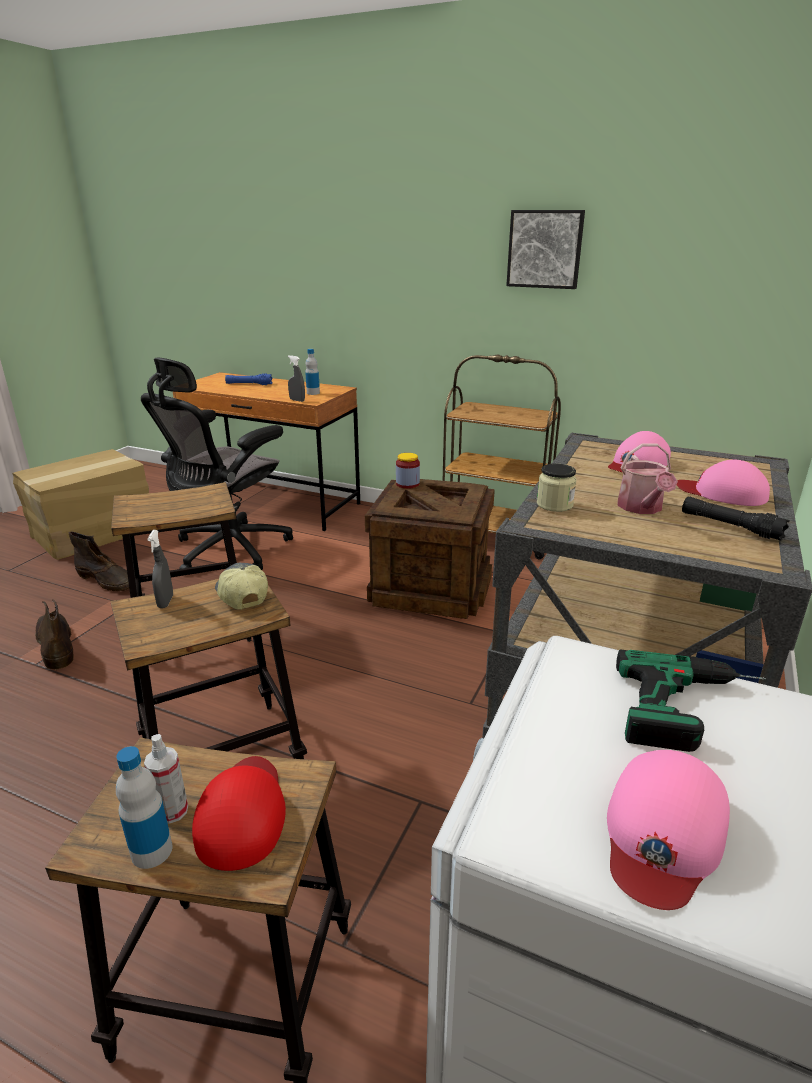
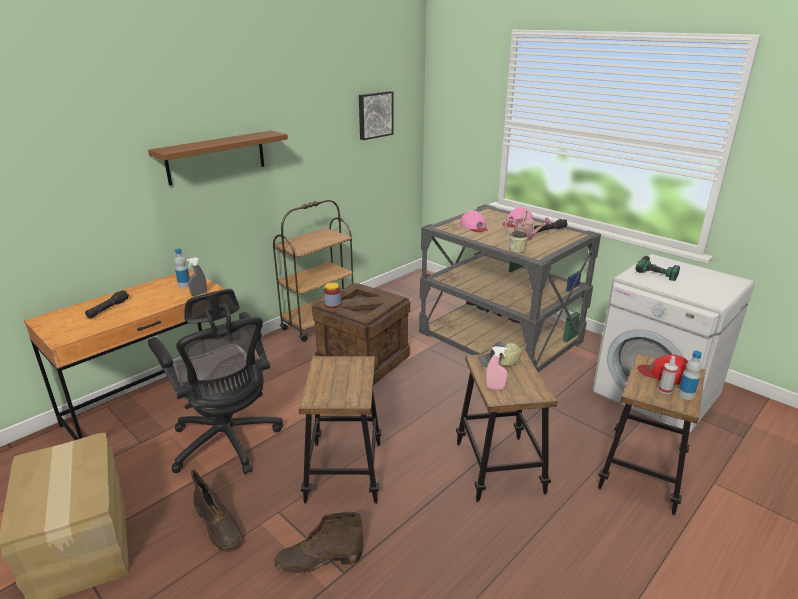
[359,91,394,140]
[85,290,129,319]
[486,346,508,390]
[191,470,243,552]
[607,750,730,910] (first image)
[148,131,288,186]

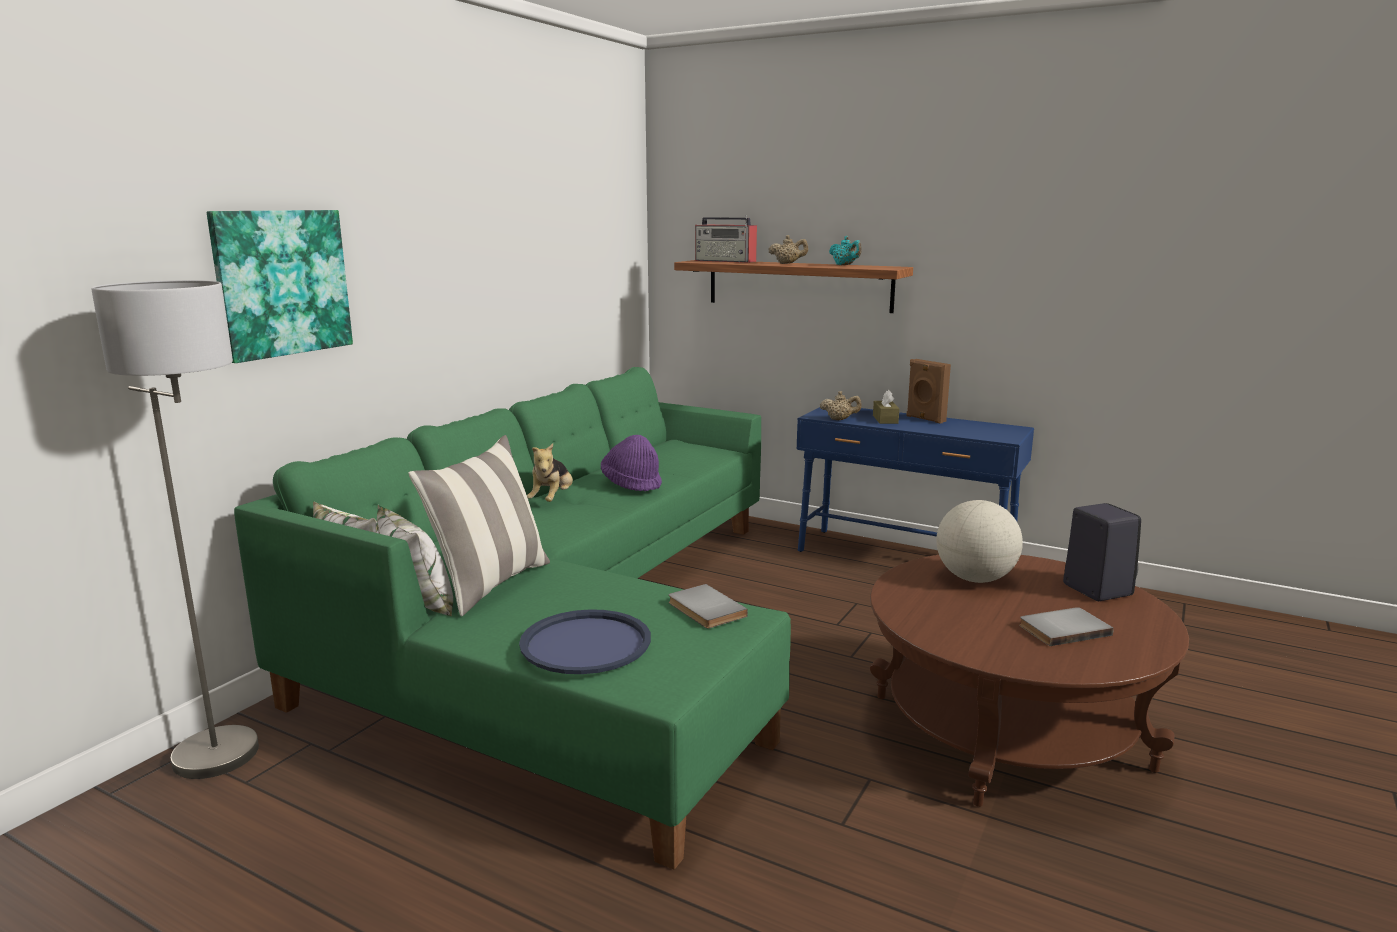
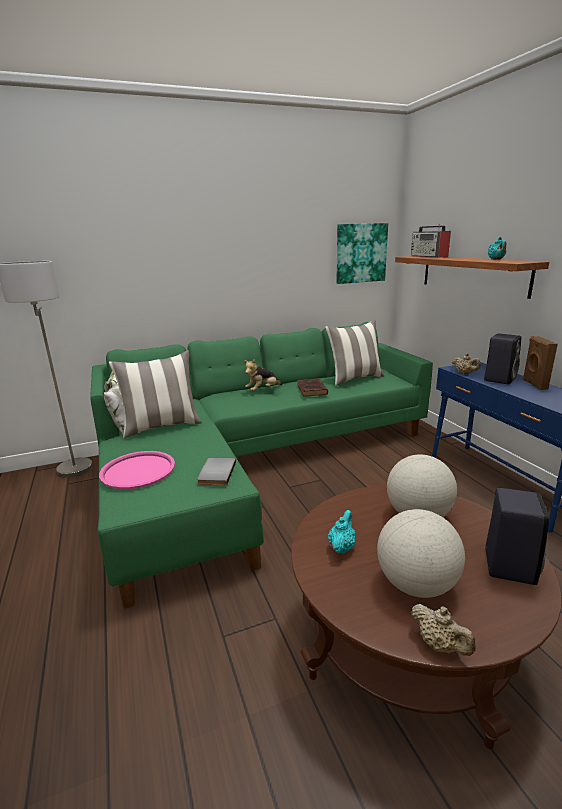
[336,223,388,284]
[411,604,476,656]
[484,333,521,385]
[297,378,328,397]
[377,509,465,598]
[99,451,175,489]
[325,319,384,386]
[328,510,356,554]

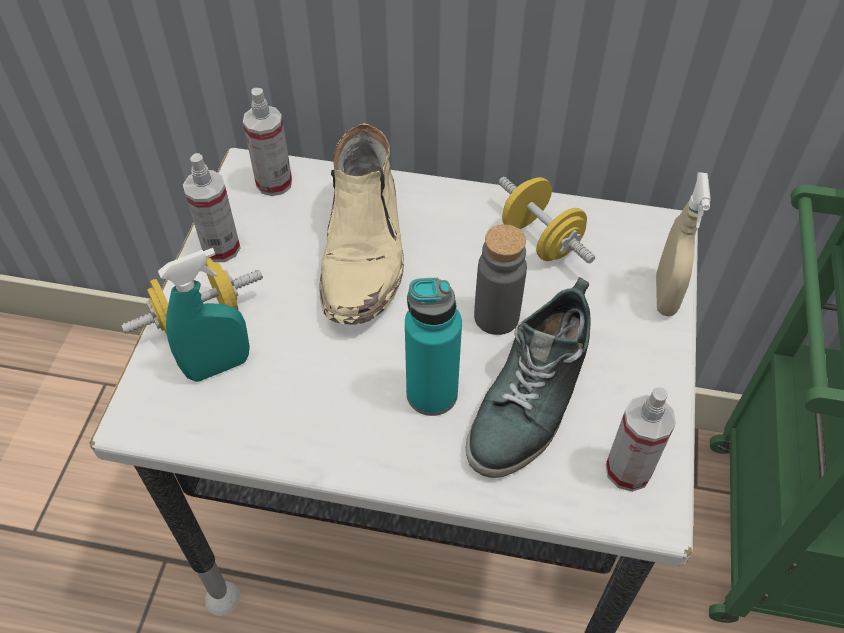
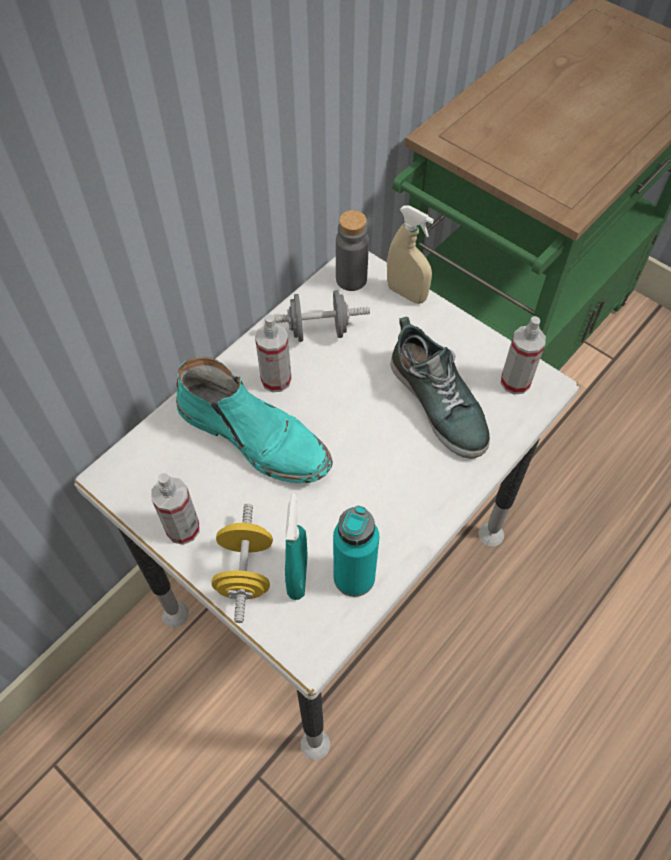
[255,314,292,392]
[176,357,333,483]
[274,290,370,342]
[336,210,369,291]
[333,506,379,597]

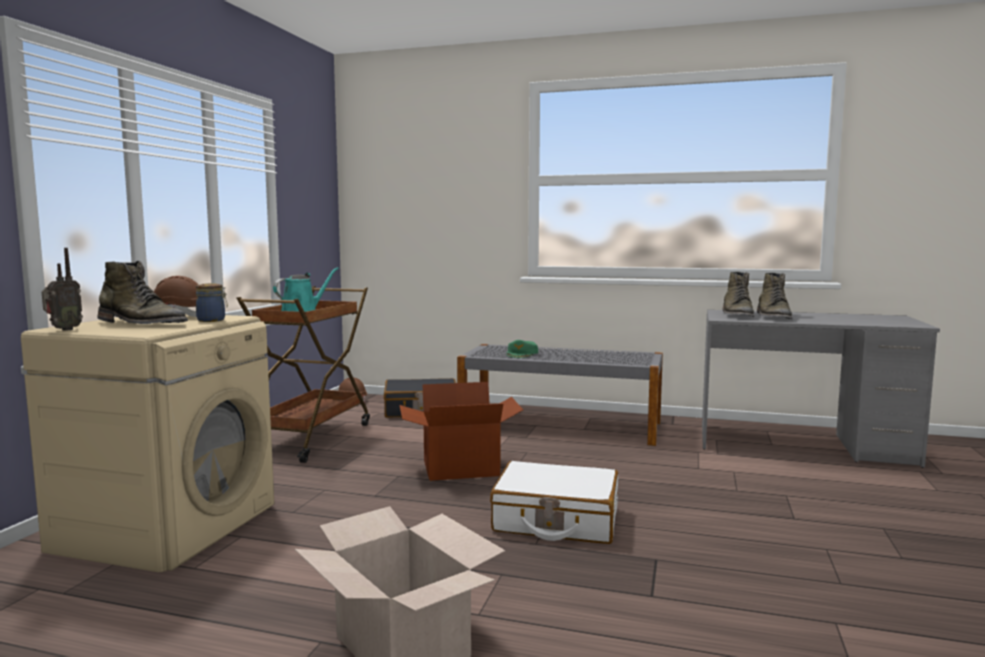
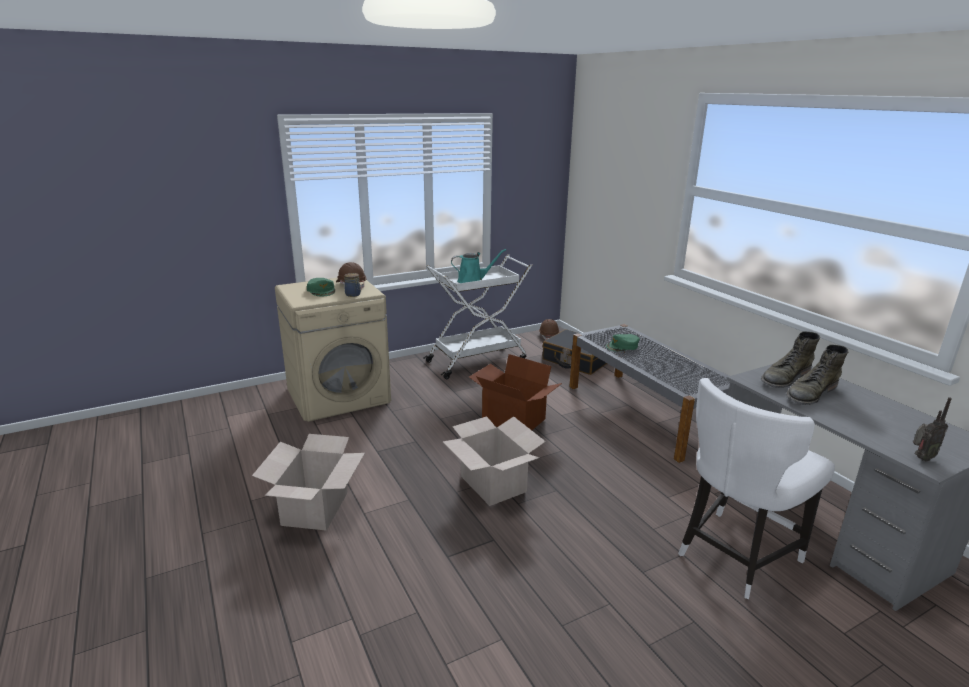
[913,397,952,462]
[307,278,335,297]
[423,254,532,379]
[443,416,546,506]
[678,378,835,599]

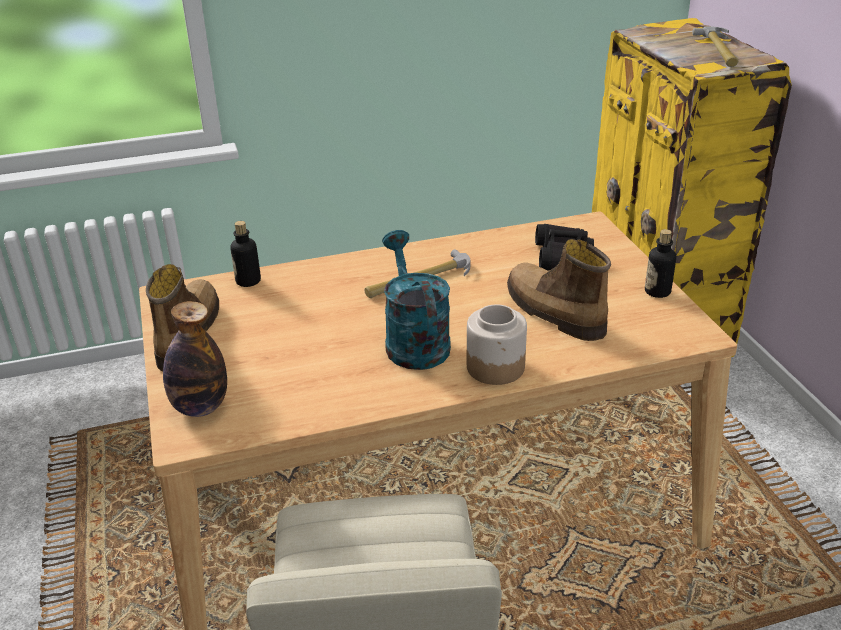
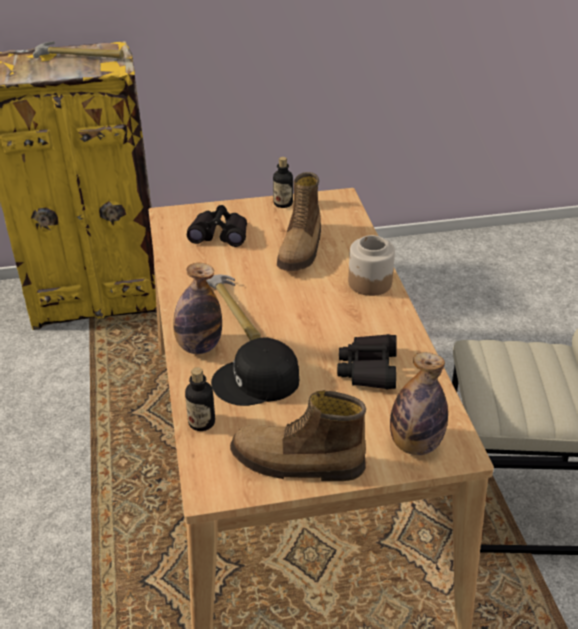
[382,230,451,370] (first image)
[277,172,321,271]
[173,263,222,354]
[337,334,397,389]
[211,337,299,406]

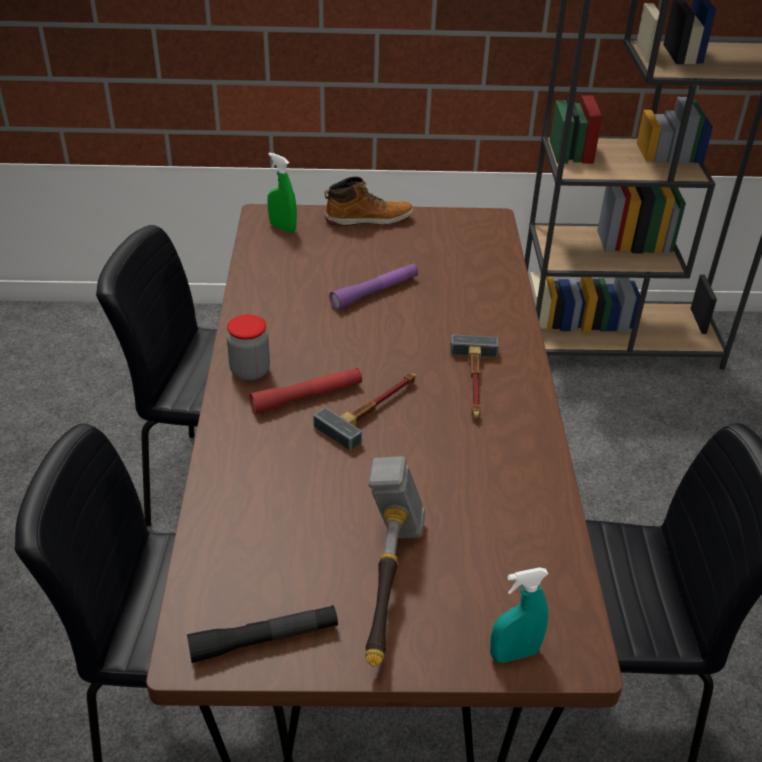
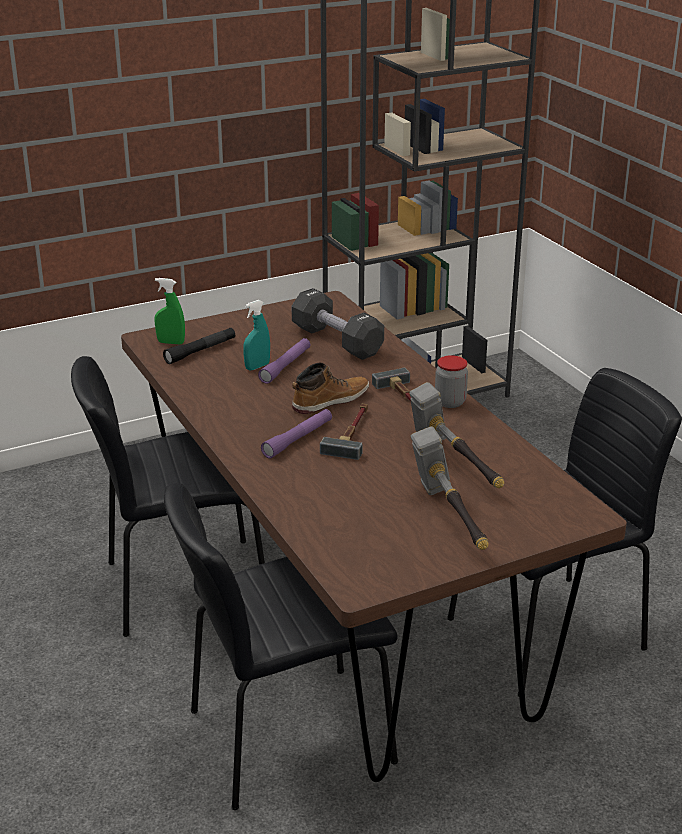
[292,362,369,414]
[435,355,468,408]
[261,409,332,458]
[243,300,270,371]
[163,328,235,364]
[291,288,384,360]
[409,382,504,488]

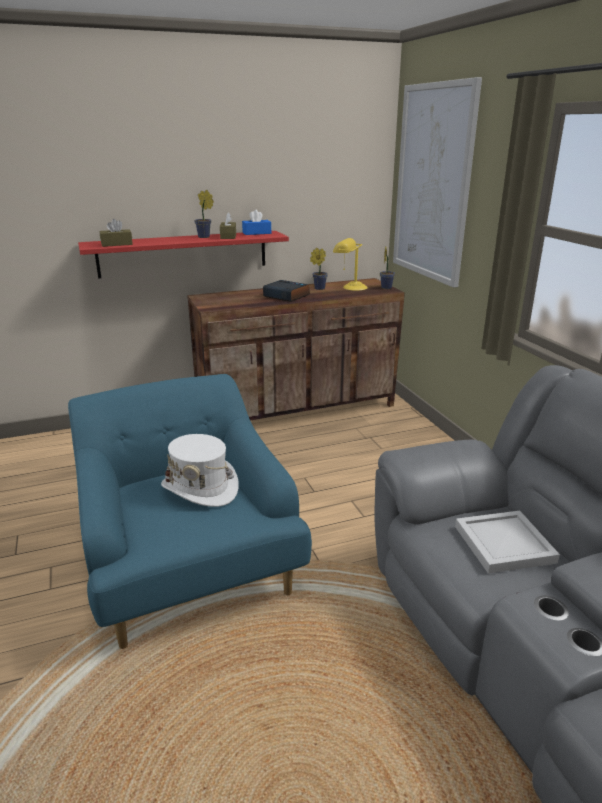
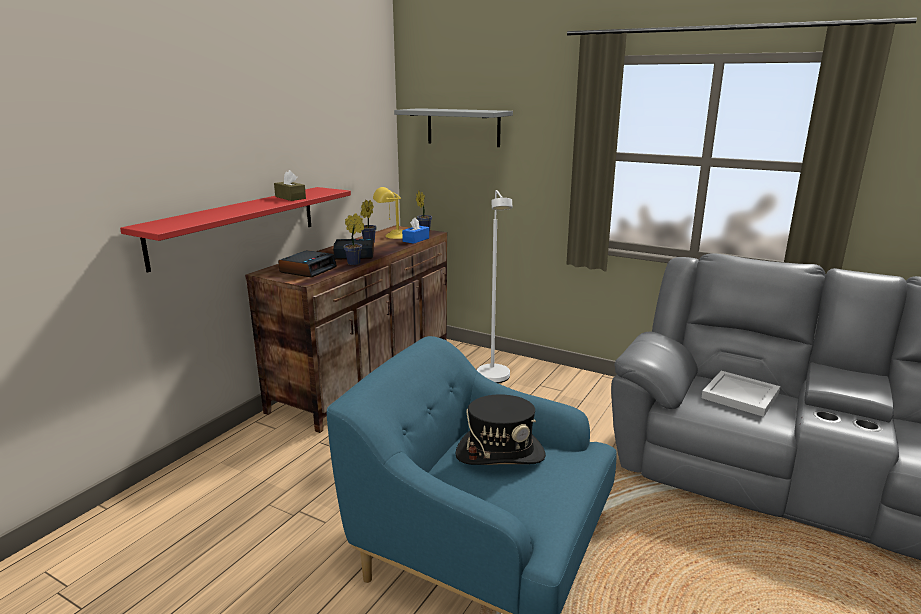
[394,108,513,147]
[344,213,364,265]
[402,218,429,244]
[100,219,133,247] (first image)
[455,394,546,465]
[477,190,512,383]
[278,250,337,278]

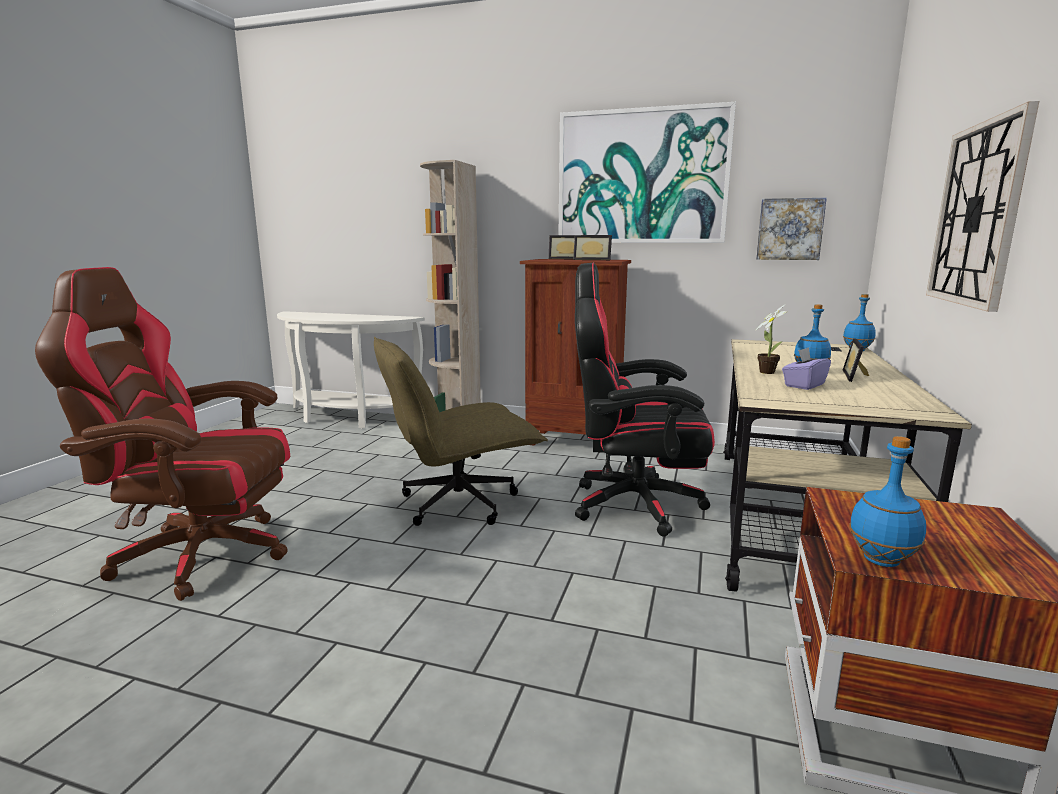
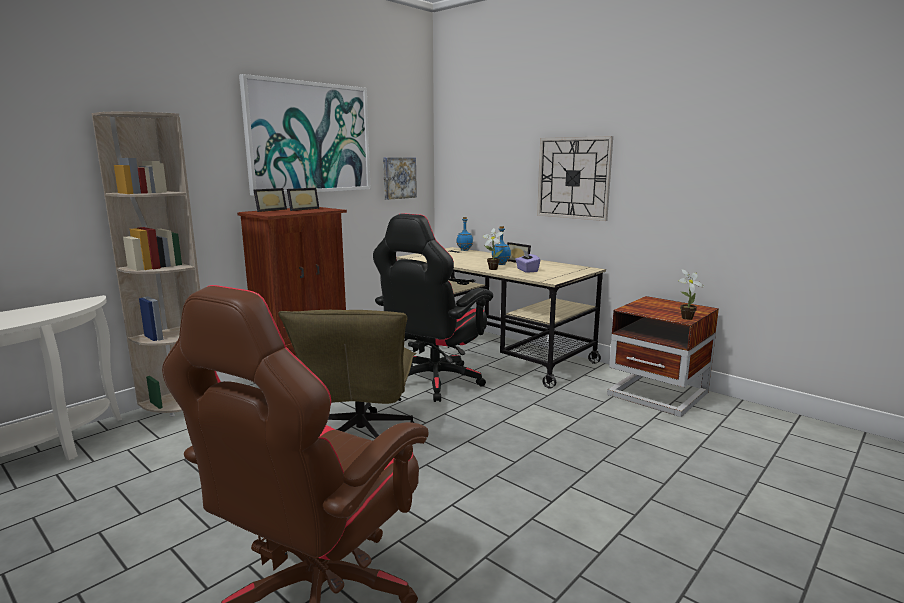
[679,269,704,320]

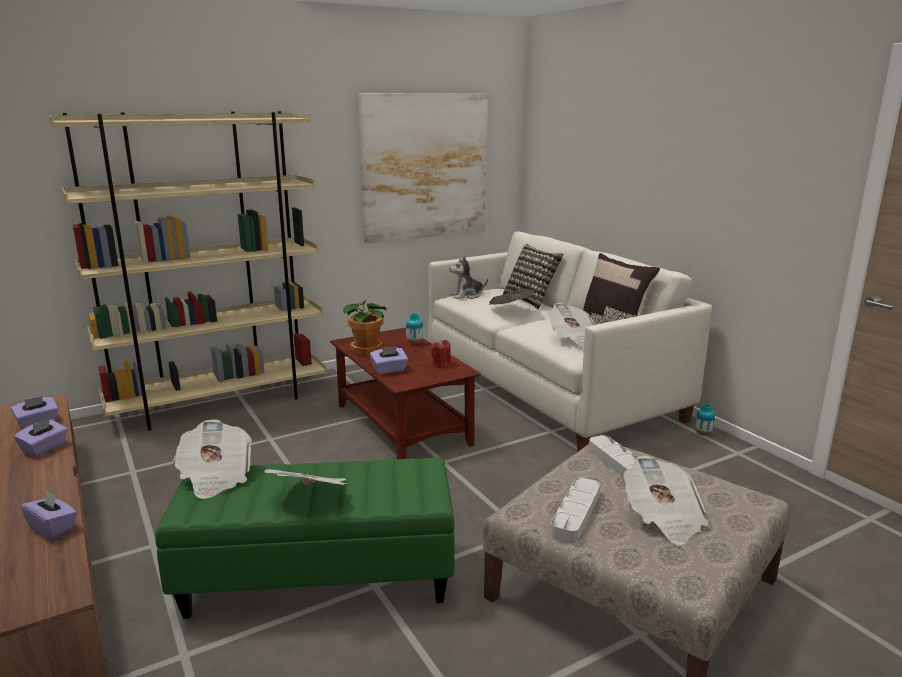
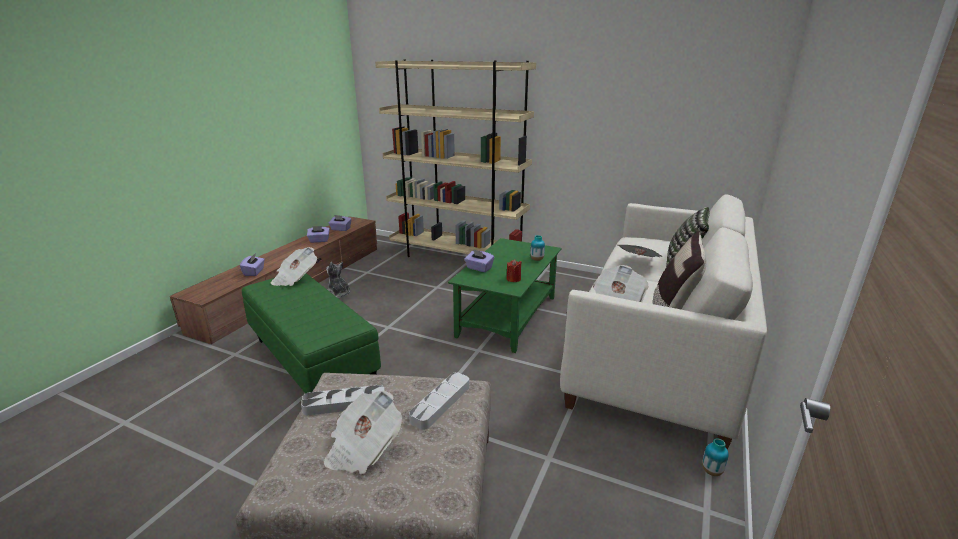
[358,93,487,243] (first image)
[326,262,351,299]
[343,300,386,356] (first image)
[448,238,561,353]
[264,469,347,485] (first image)

